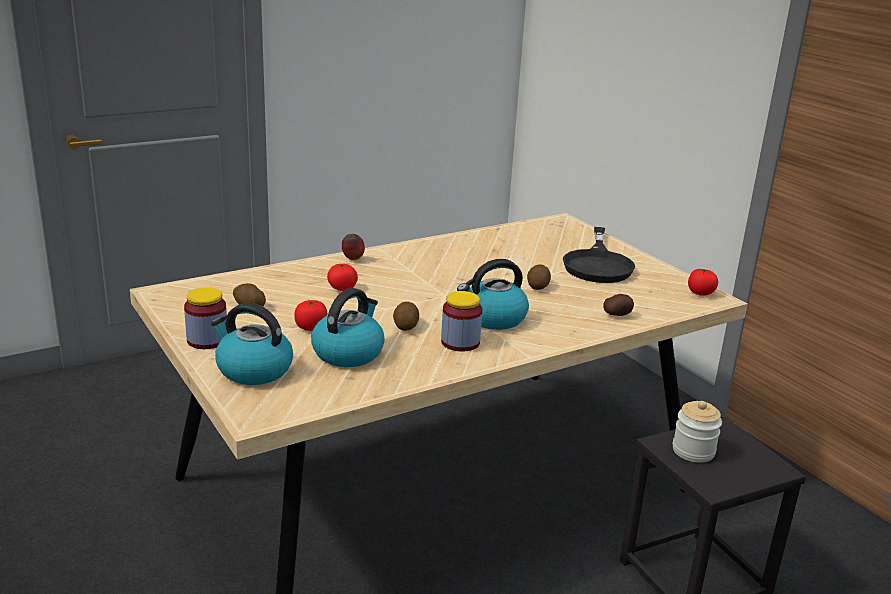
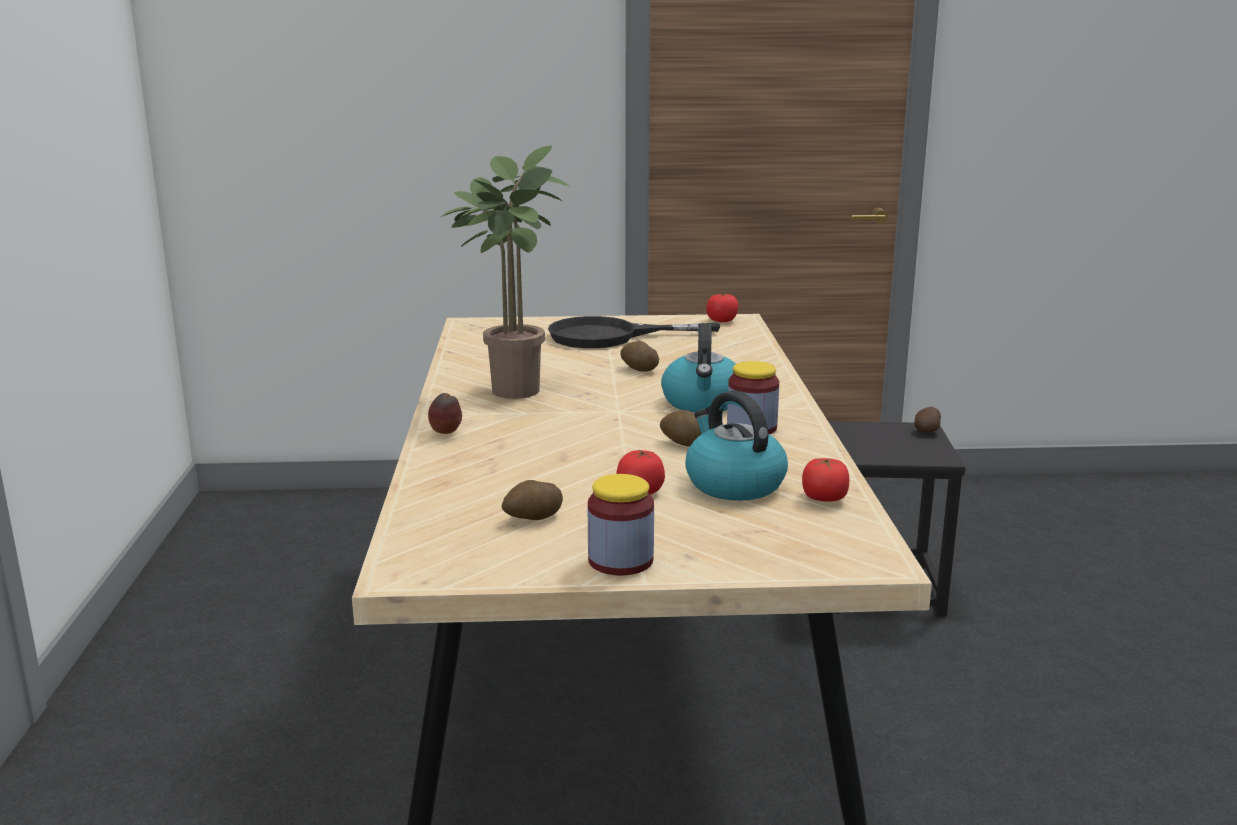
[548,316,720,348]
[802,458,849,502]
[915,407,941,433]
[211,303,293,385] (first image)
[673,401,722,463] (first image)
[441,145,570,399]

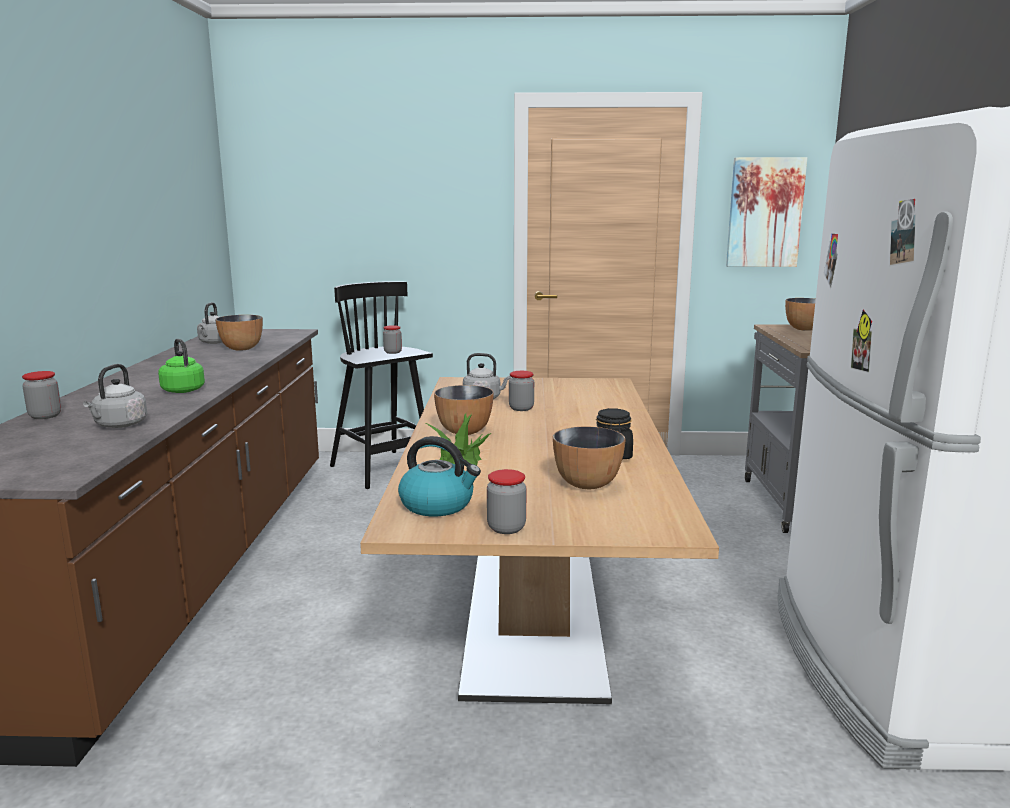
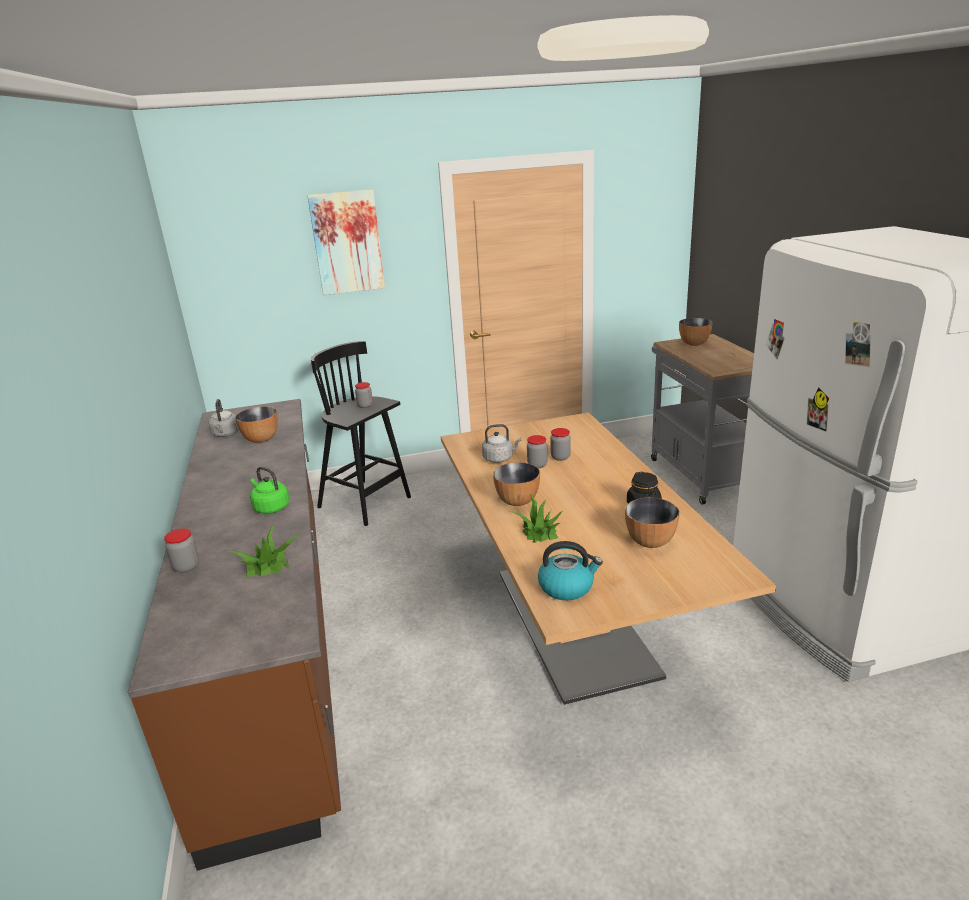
[307,189,385,295]
[229,524,299,577]
[550,428,571,461]

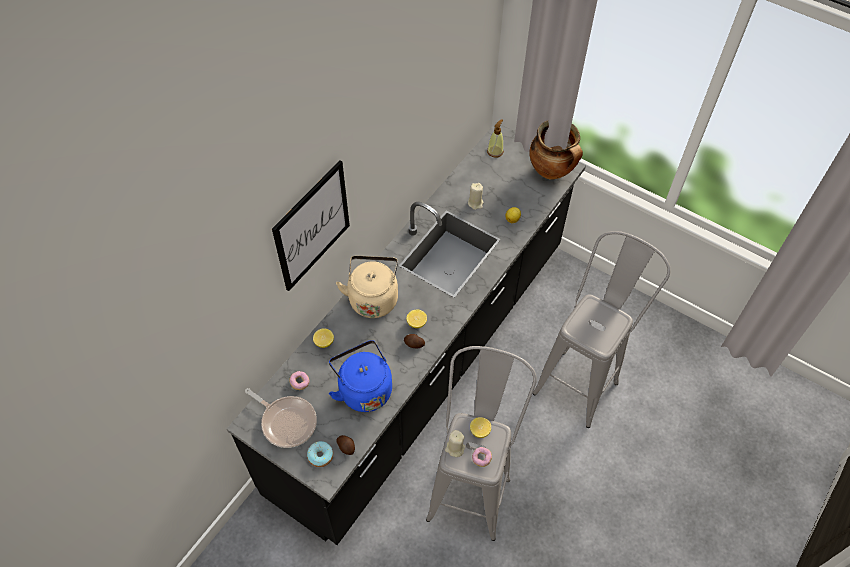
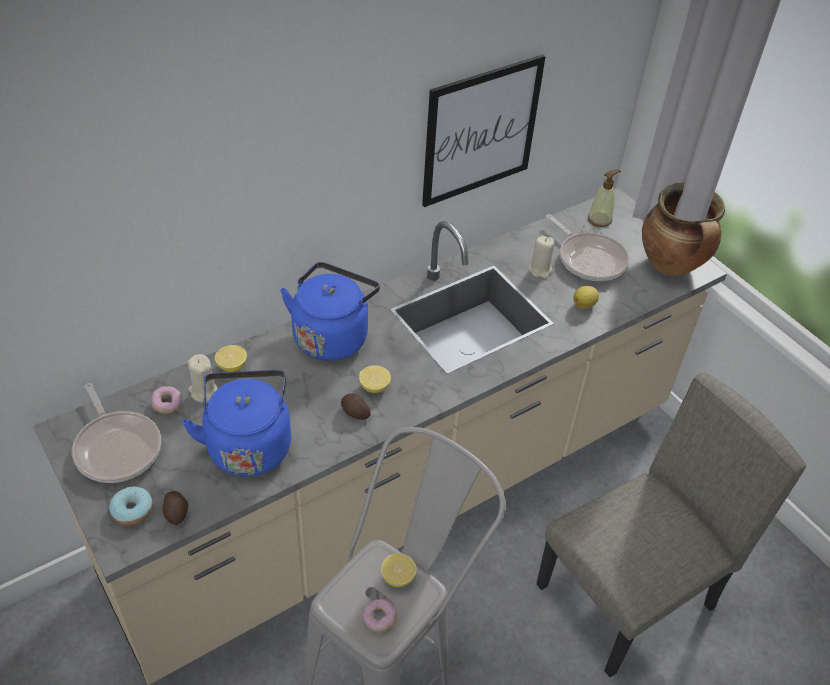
[33,188,727,685]
[422,54,546,207]
[536,373,806,677]
[280,262,380,361]
[187,354,217,402]
[546,214,629,281]

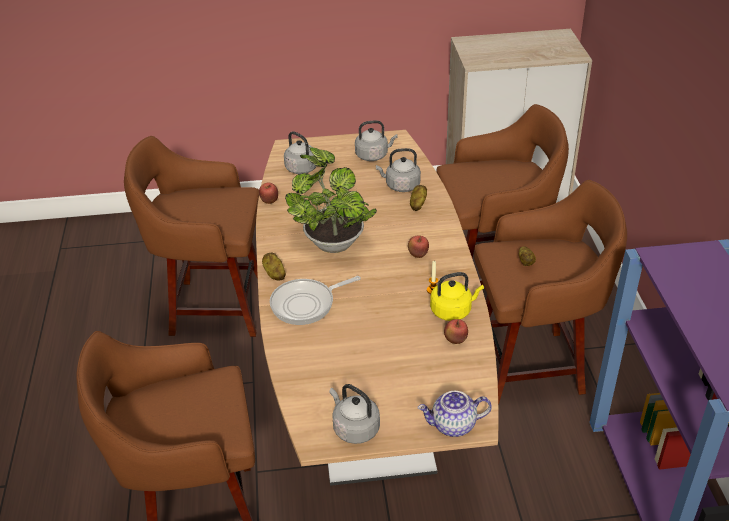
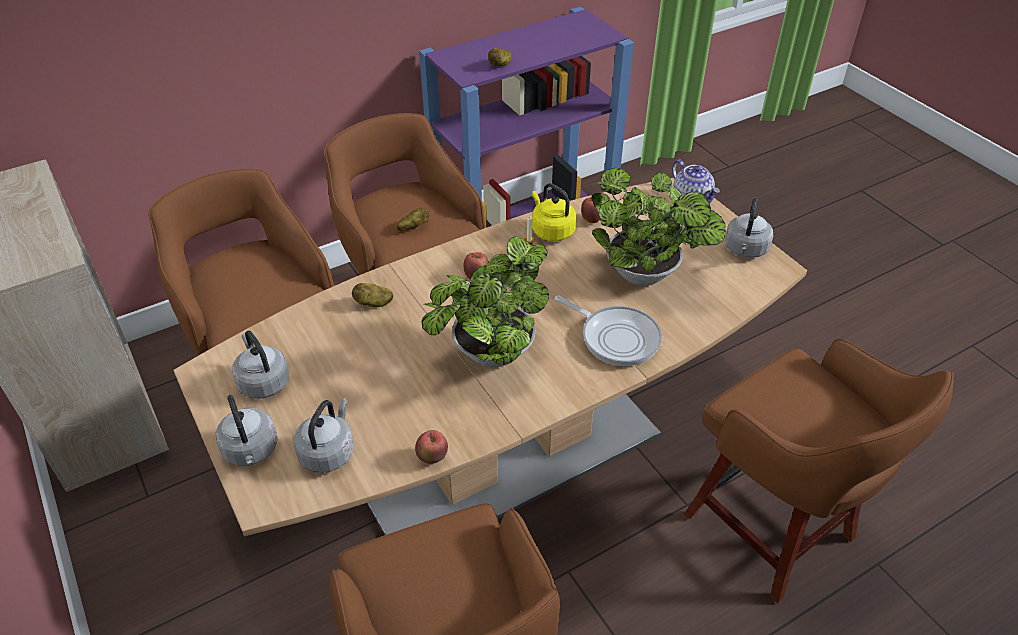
[216,395,277,466]
[488,48,512,66]
[591,168,726,286]

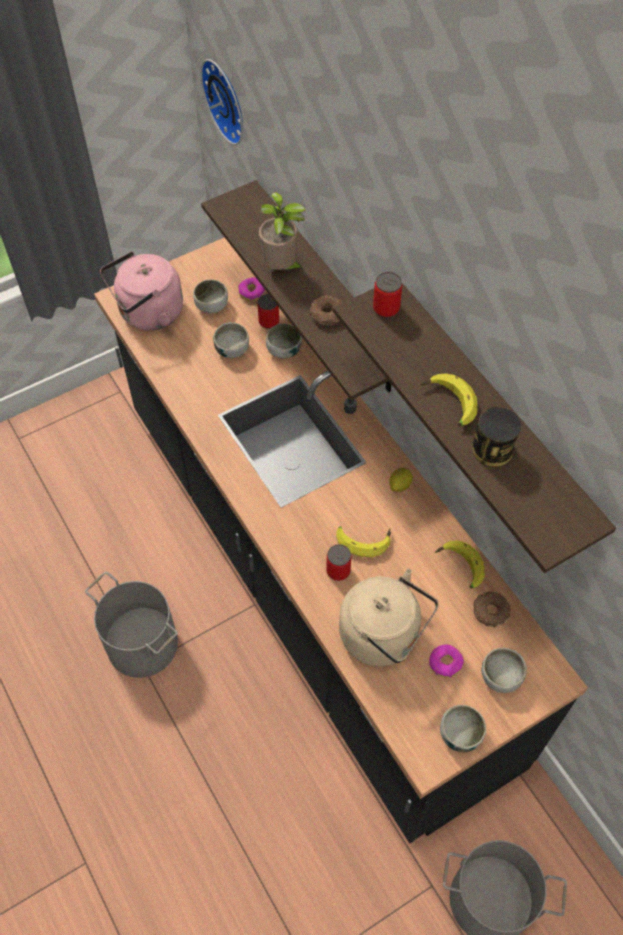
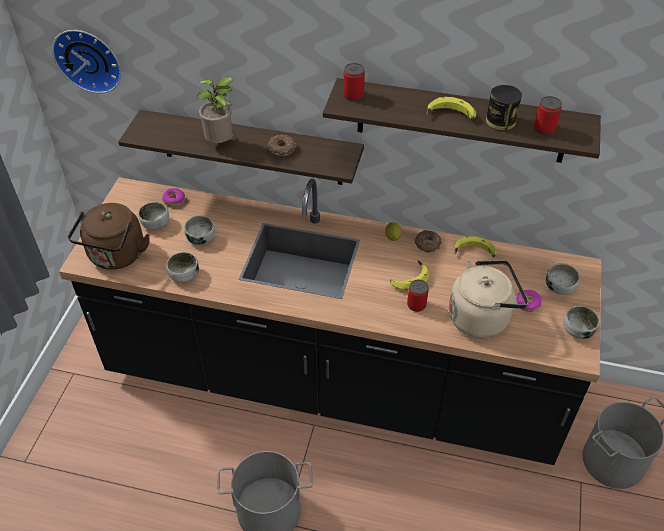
[68,203,150,270]
[534,96,562,135]
[166,252,199,283]
[414,230,442,252]

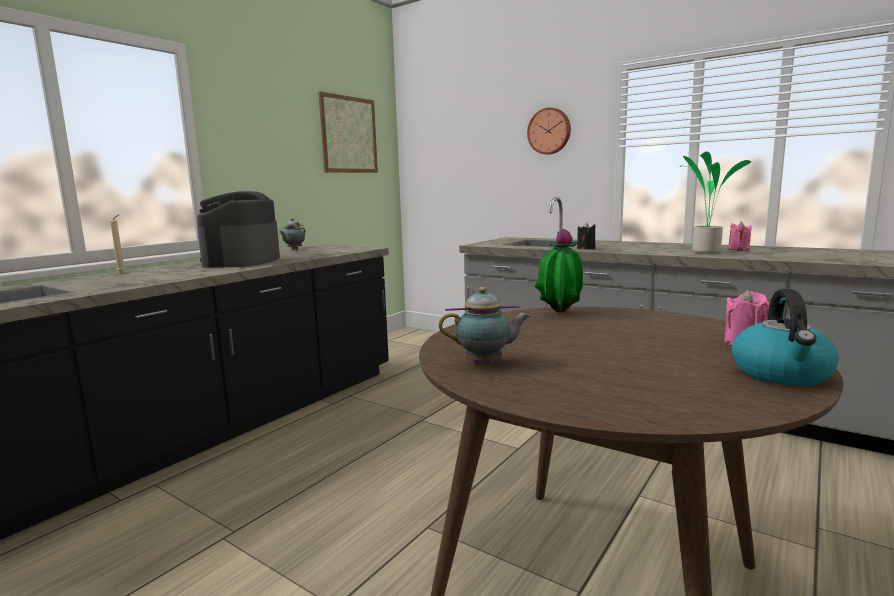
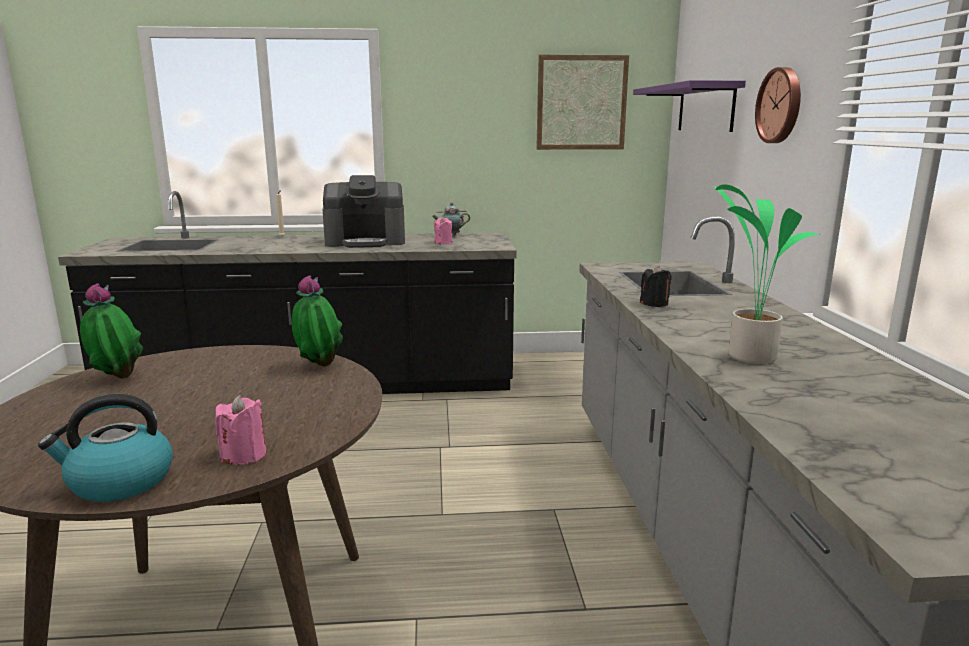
[322,175,405,248]
[434,217,452,244]
[80,283,143,379]
[633,80,746,132]

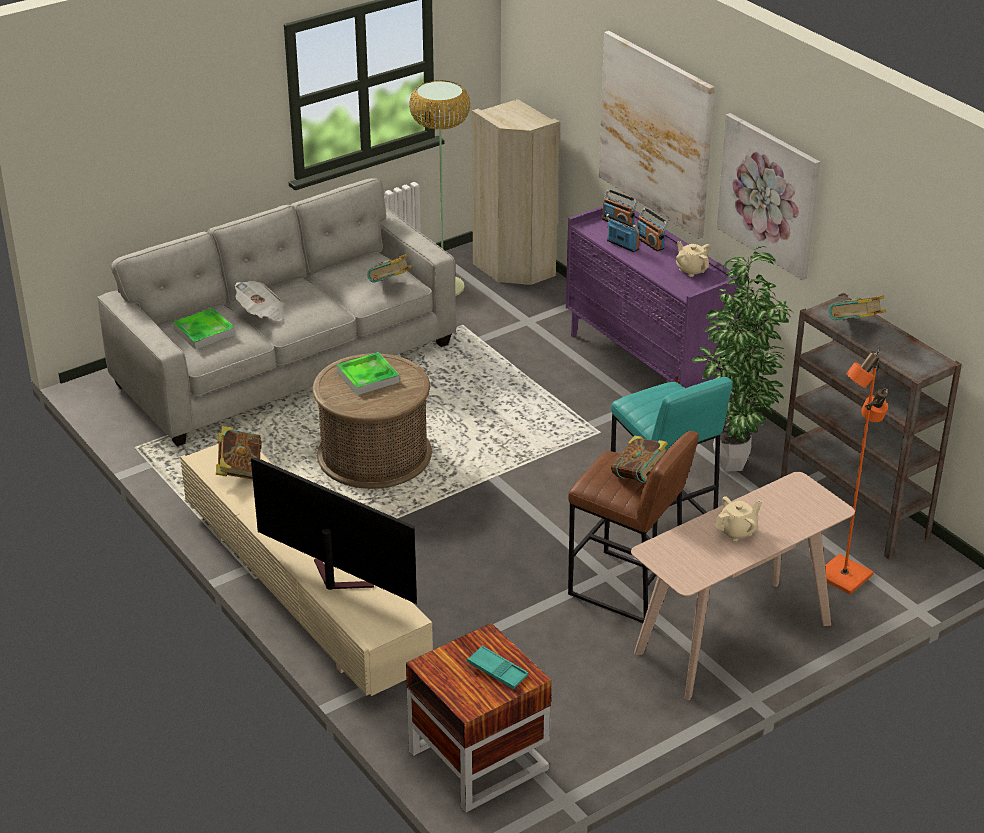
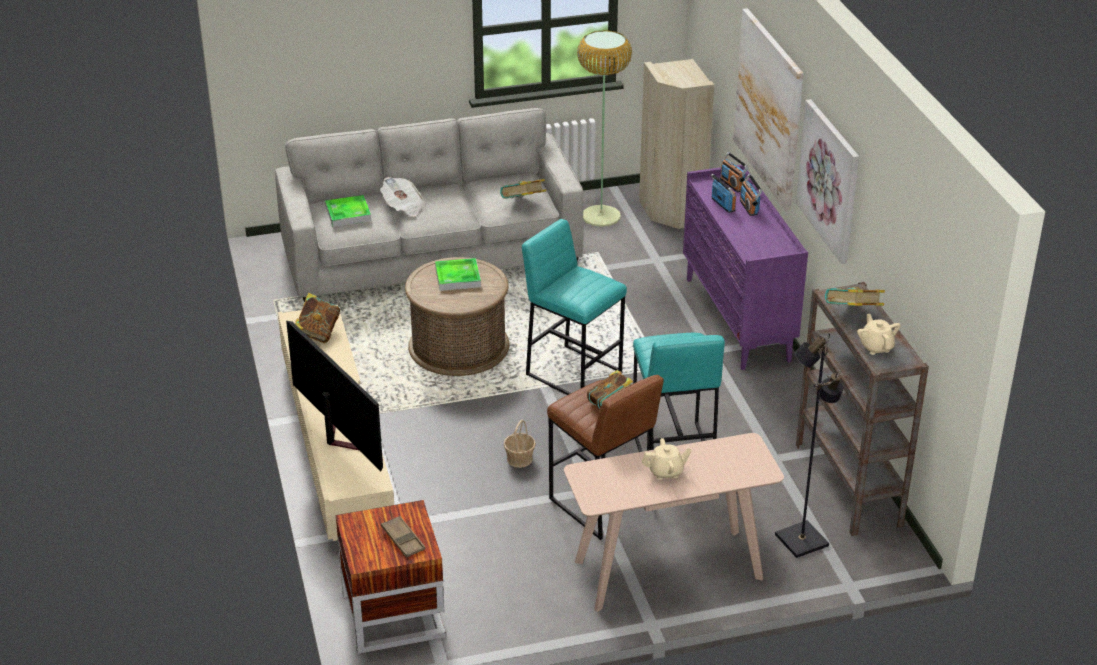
[857,314,901,355]
[691,246,793,472] (first image)
[775,333,843,558]
[381,516,425,558]
[522,219,627,395]
[504,420,536,468]

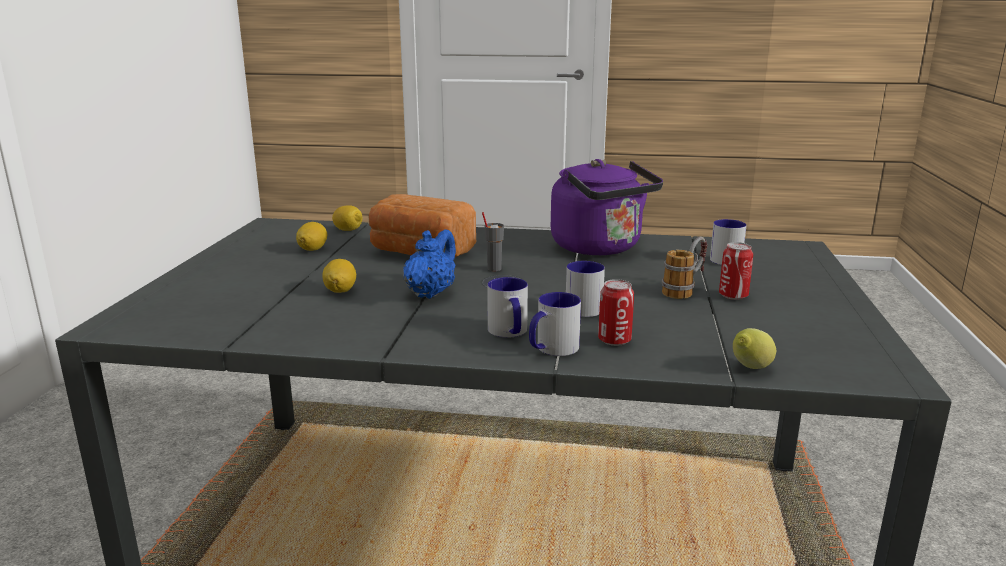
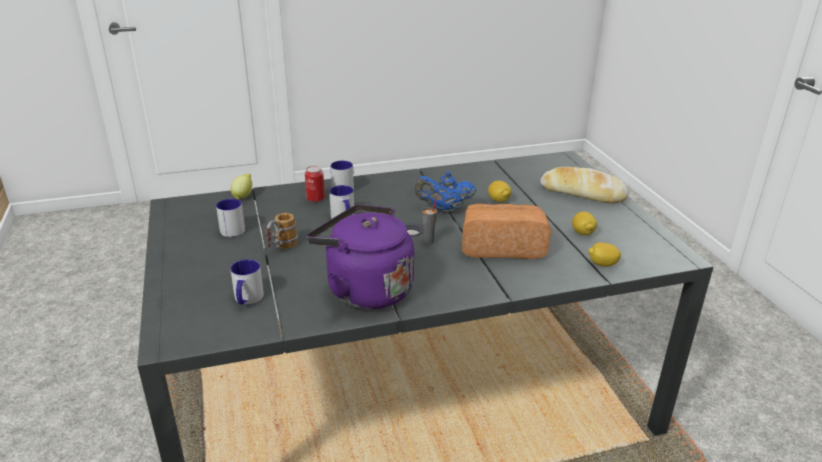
[415,171,476,213]
[719,242,753,300] (first image)
[216,199,245,237]
[540,167,629,203]

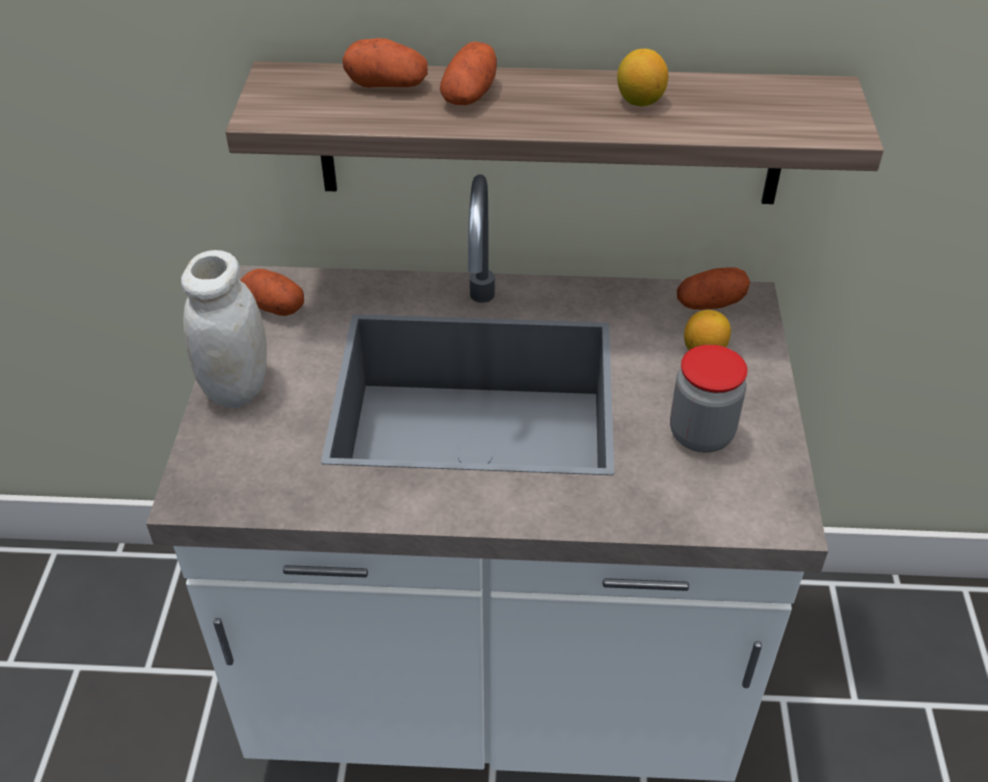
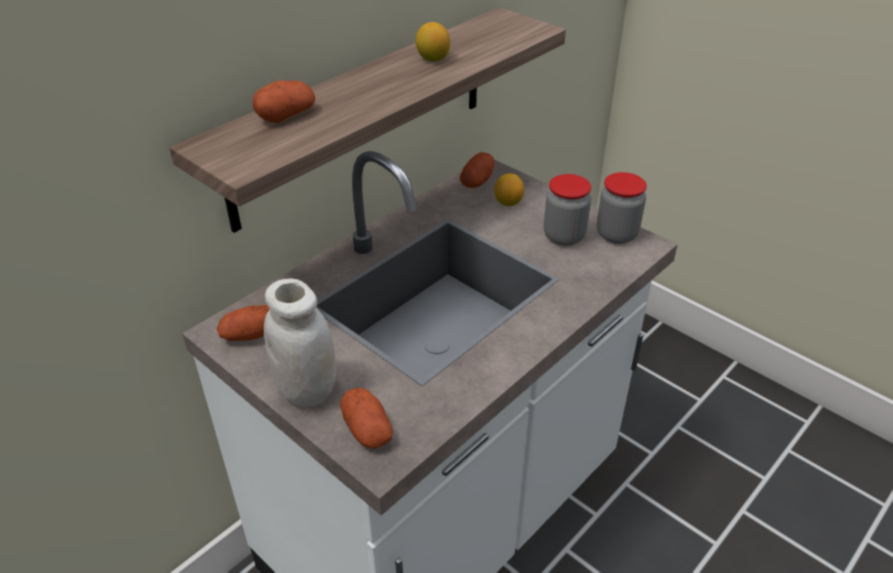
[340,388,393,449]
[597,172,647,244]

